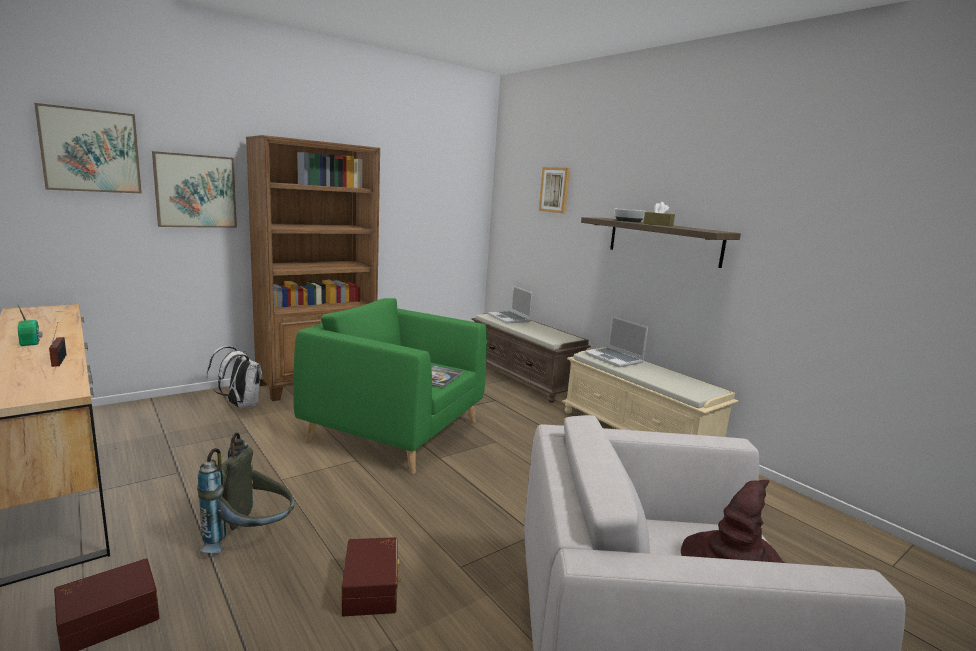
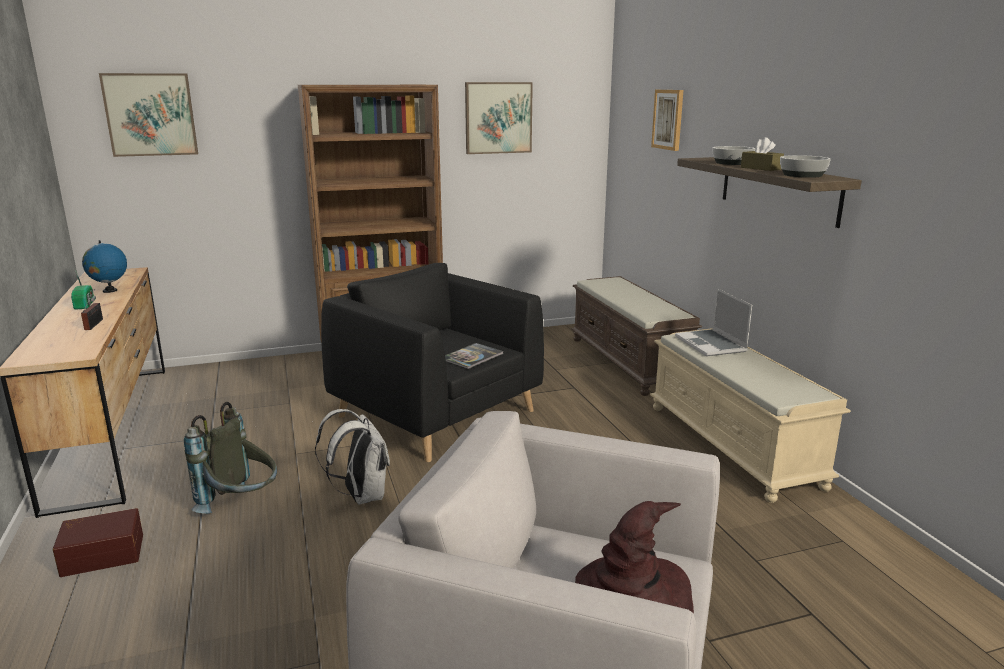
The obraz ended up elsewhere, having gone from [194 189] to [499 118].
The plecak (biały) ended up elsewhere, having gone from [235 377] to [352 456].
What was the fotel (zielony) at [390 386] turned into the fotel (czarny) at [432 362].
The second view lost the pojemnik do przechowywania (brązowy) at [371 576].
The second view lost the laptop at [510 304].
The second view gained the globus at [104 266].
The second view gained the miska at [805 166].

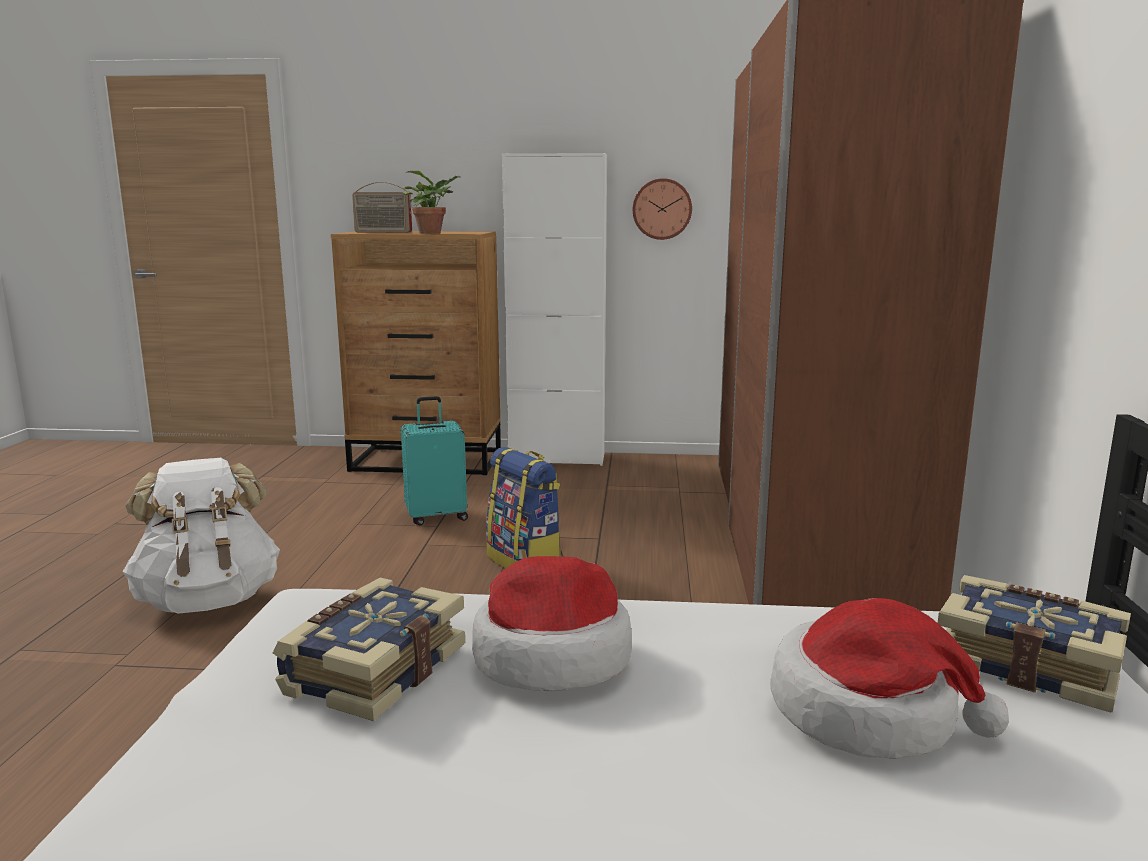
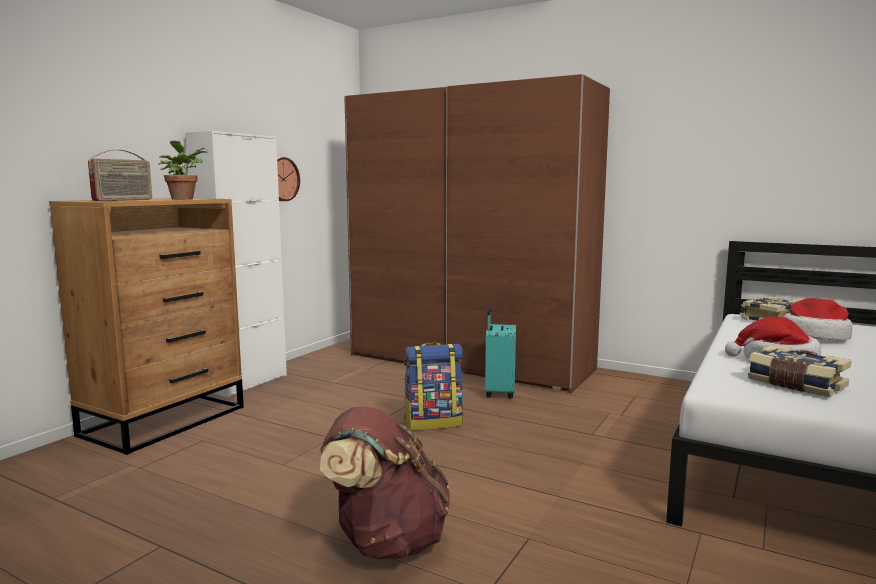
What was the plecak (biały) at [201 536] turned into the plecak (brązowy) at [385 482].
The walizka (turkusowy) ended up elsewhere, having gone from [434 460] to [500 353].

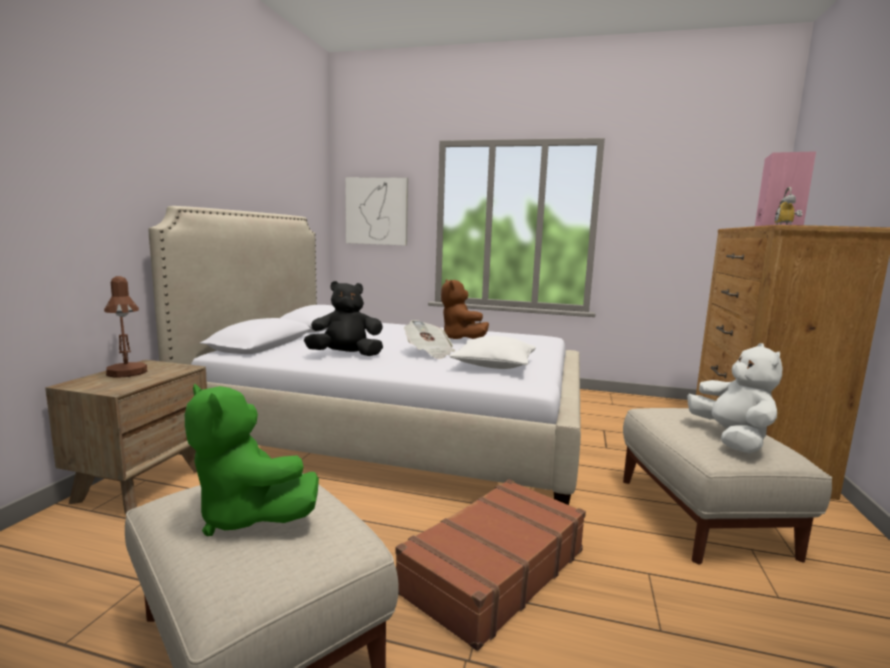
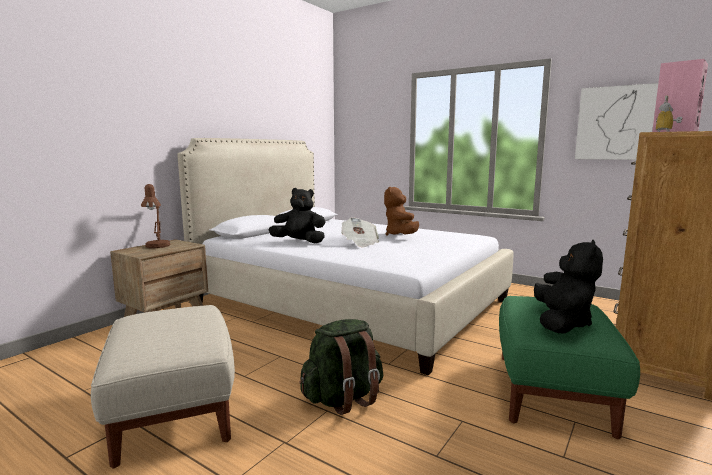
The second view lost the pluszak (zielony) at [252 460].
The obraz ended up elsewhere, having gone from [376 211] to [616 121].
Where the walizka (brązowy) stood at [491 565], the plecak (zielony) came to stand at [341 367].
The second view lost the poduszka (biały) at [492 352].
What was the pufa (beżowy) at [727 486] turned into the pufa (zielony) at [569 367].
What was the pluszak (biały) at [734 398] turned into the pluszak (czarny) at [568 286].

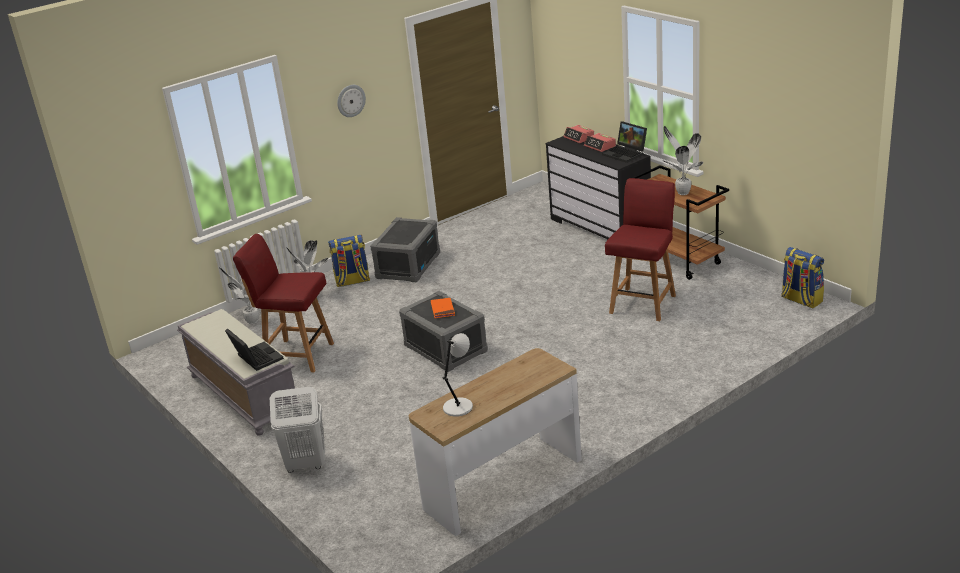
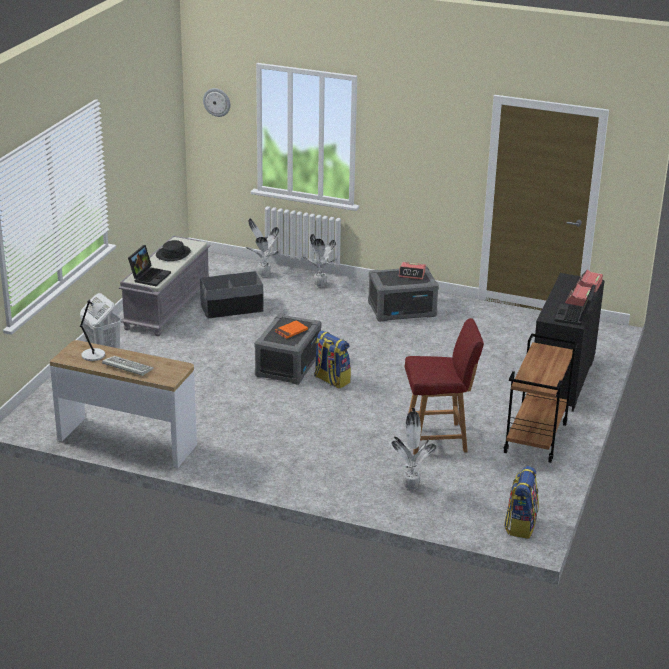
Where the krzesło (czerwony) stood at [283 303], the pojemnik do przechowywania (szary) came to stand at [232 295].
The plecak ended up elsewhere, having gone from [349 261] to [332 359].
The zegar ścienny ended up elsewhere, having gone from [351 101] to [216 102].
The roślina doniczkowa ended up elsewhere, having gone from [682 160] to [414 451].
The second view gained the klawiatura at [128 366].
The second view gained the kapelusz (czarny) at [173 250].
The second view gained the budzik at [412 271].

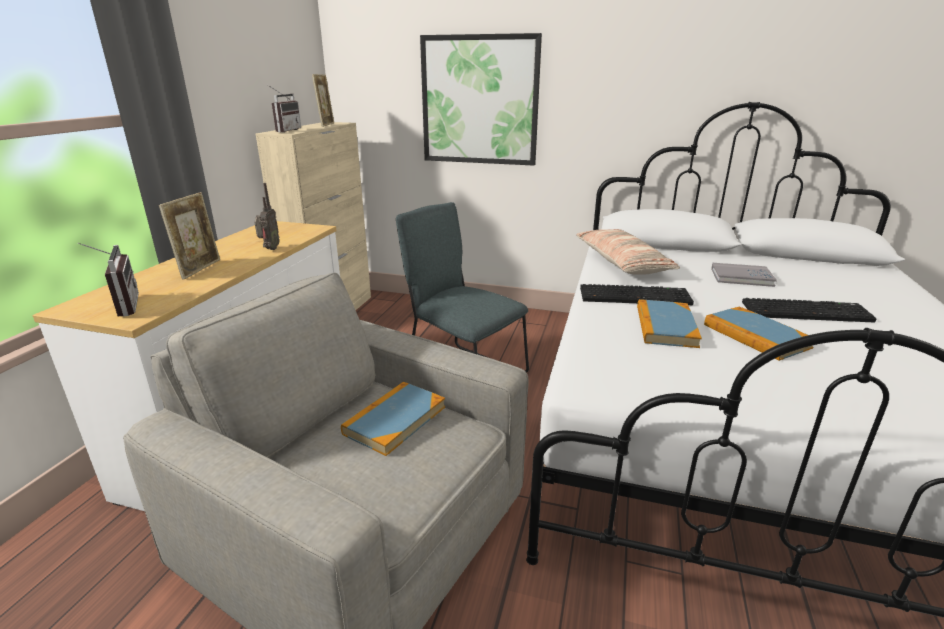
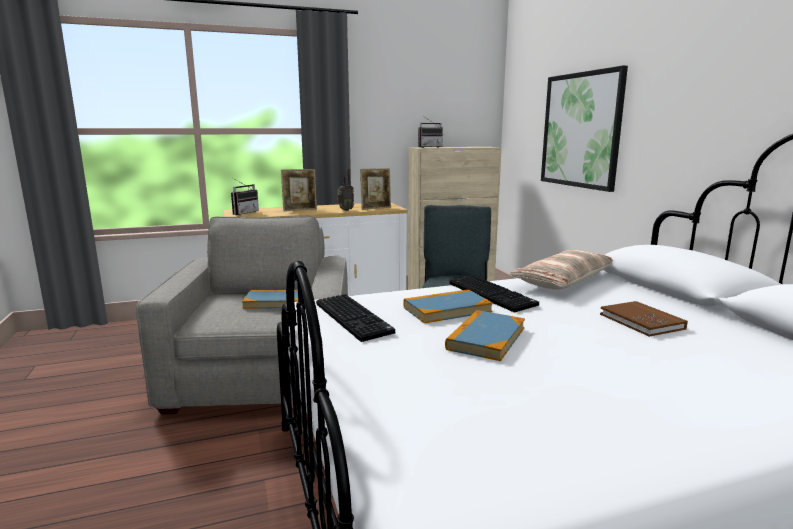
The ramka na zdjęcie ended up elsewhere, having gone from [323 100] to [375 189].
What was the książka (szary) at [744 275] turned into the książka (brązowy) at [644 319].
The klawiatura ended up elsewhere, having gone from [809 310] to [355 318].

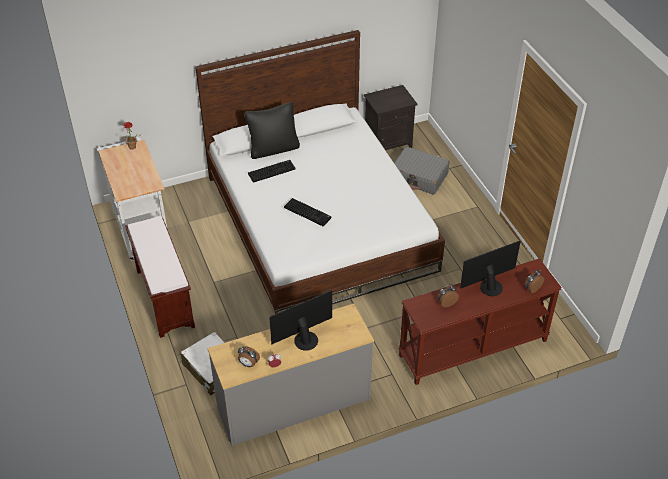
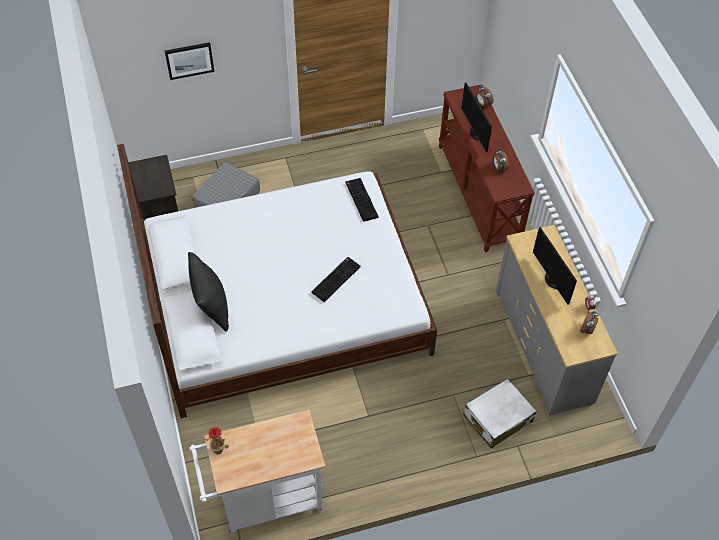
The second view lost the ławka (brązowy) at [160 277].
The klawiatura ended up elsewhere, having gone from [272 171] to [362 200].
The second view gained the obraz at [189 61].

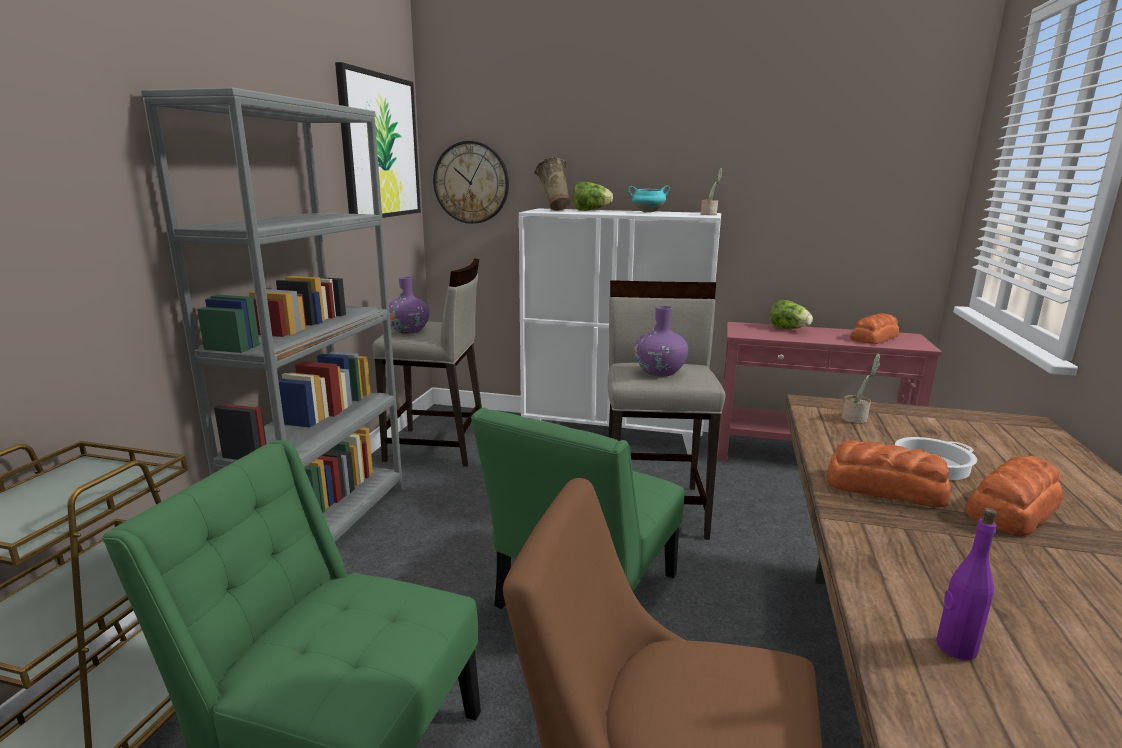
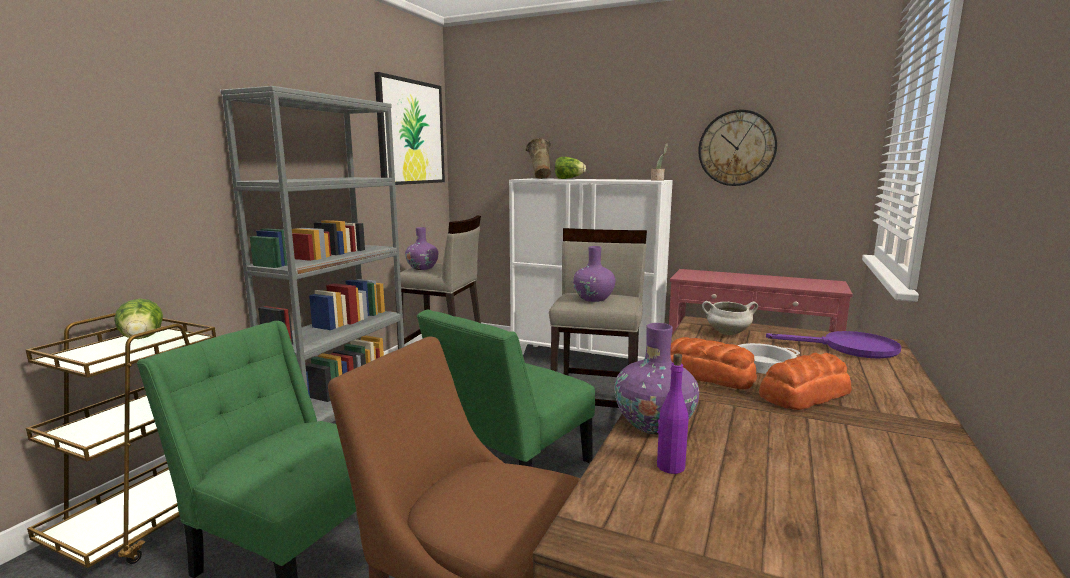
The zegar ścienny ended up elsewhere, having gone from [471 182] to [737 148].
The second view lost the garnek (turkusowy) at [649 198].
The sałata ended up elsewhere, having gone from [791 314] to [138 319].
Where the roślina doniczkowa stood at [860 388], the garnek (biały) came to stand at [730 318].
The second view lost the chleb at [874 328].
The second view gained the wazon (fioletowy) at [656 379].
The second view gained the patelnia (fioletowy) at [833 344].

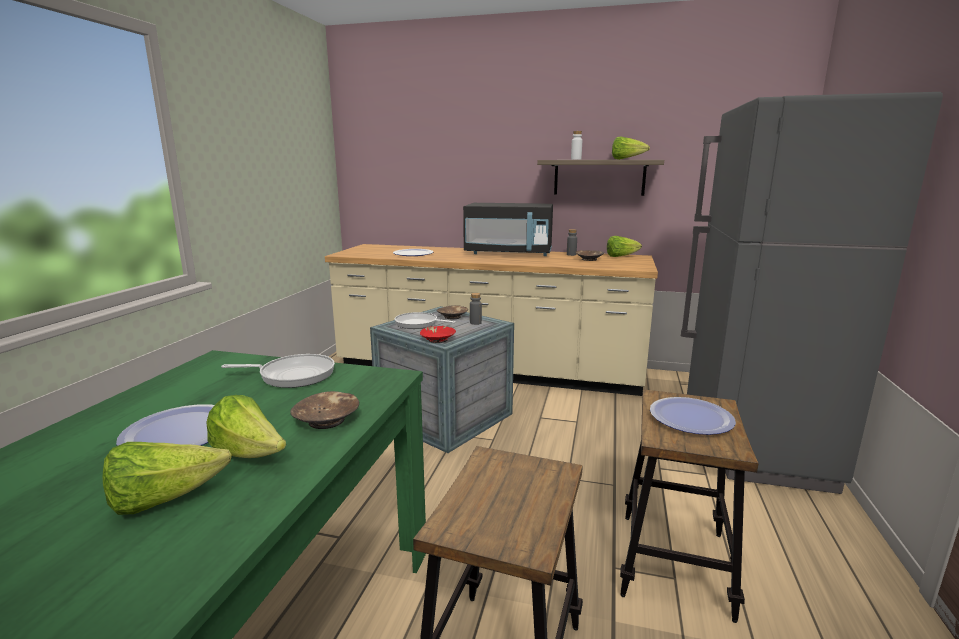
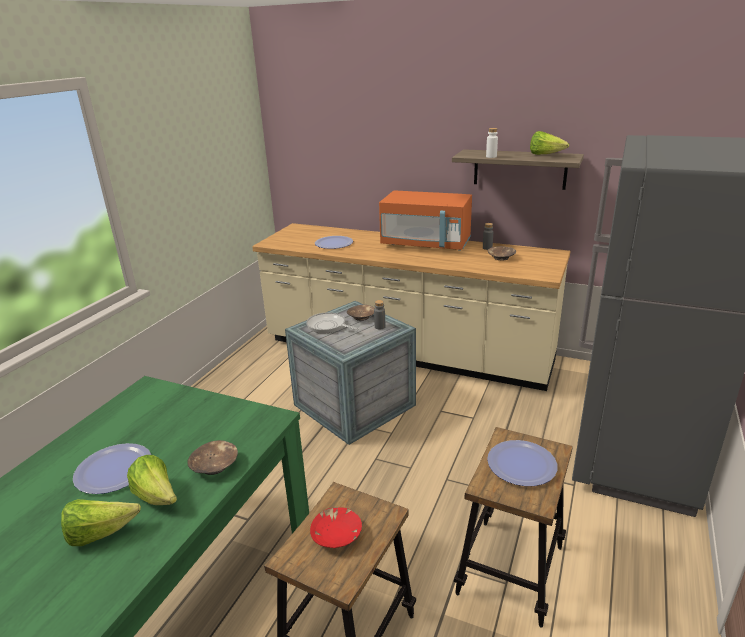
The second view lost the patelnia at [278 371].
The miska (czerwony) ended up elsewhere, having gone from [438 334] to [336 527].
What was the mikrofalówka (czarny) at [508 229] turned into the mikrofalówka (pomarańczowy) at [425 220].
The second view lost the sałata at [624 246].

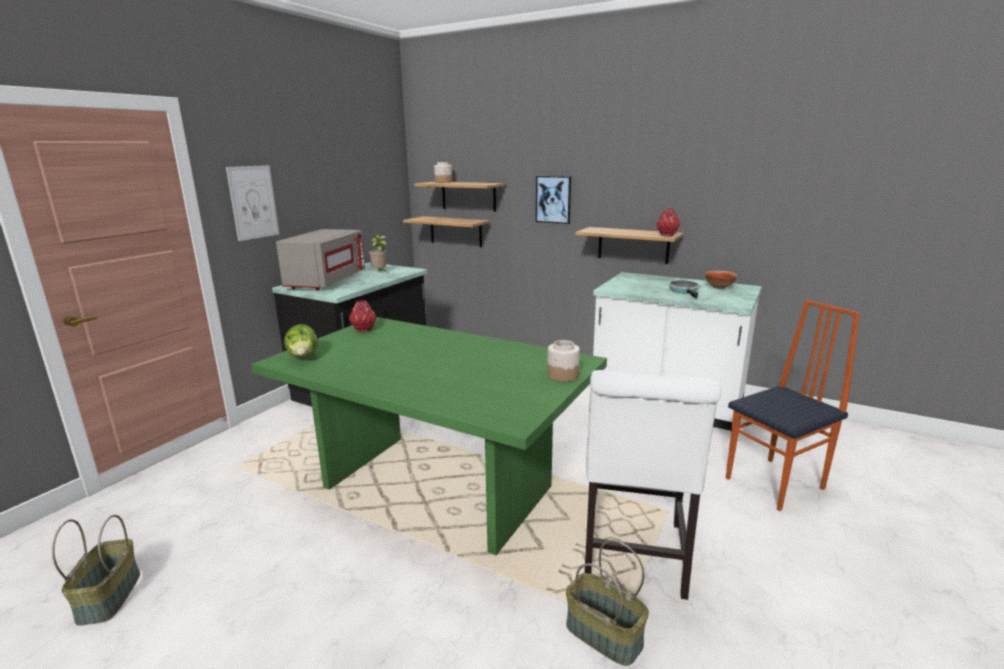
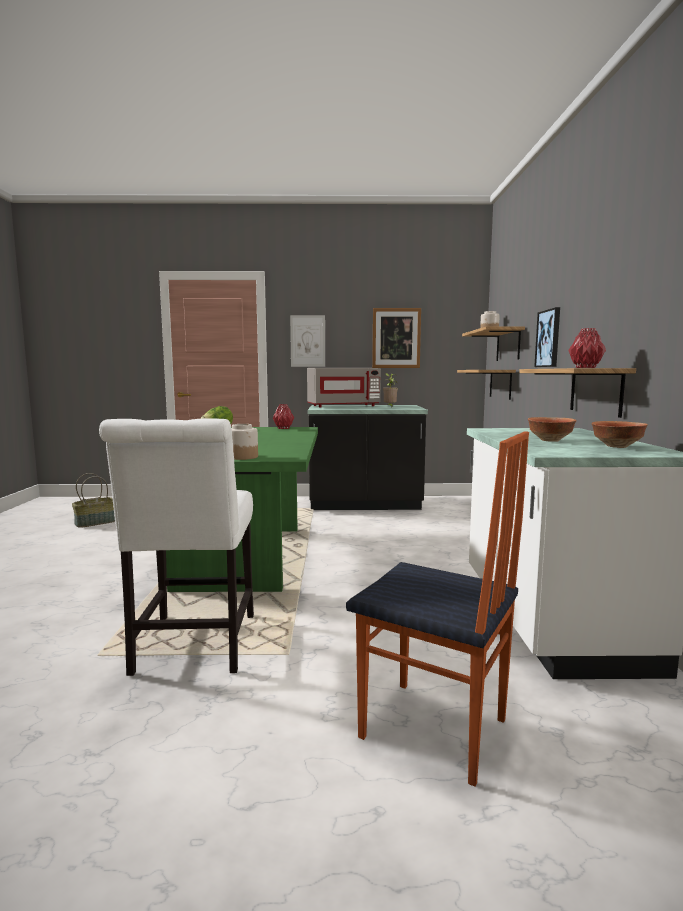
The second view lost the koszyk at [607 603].
The krzesło (biały) at [653 485] ended up facing another way, 75 degrees counterclockwise from before.
Where the patelnia stood at [684 289], the miska came to stand at [552 429].
The second view gained the obraz at [396 338].

